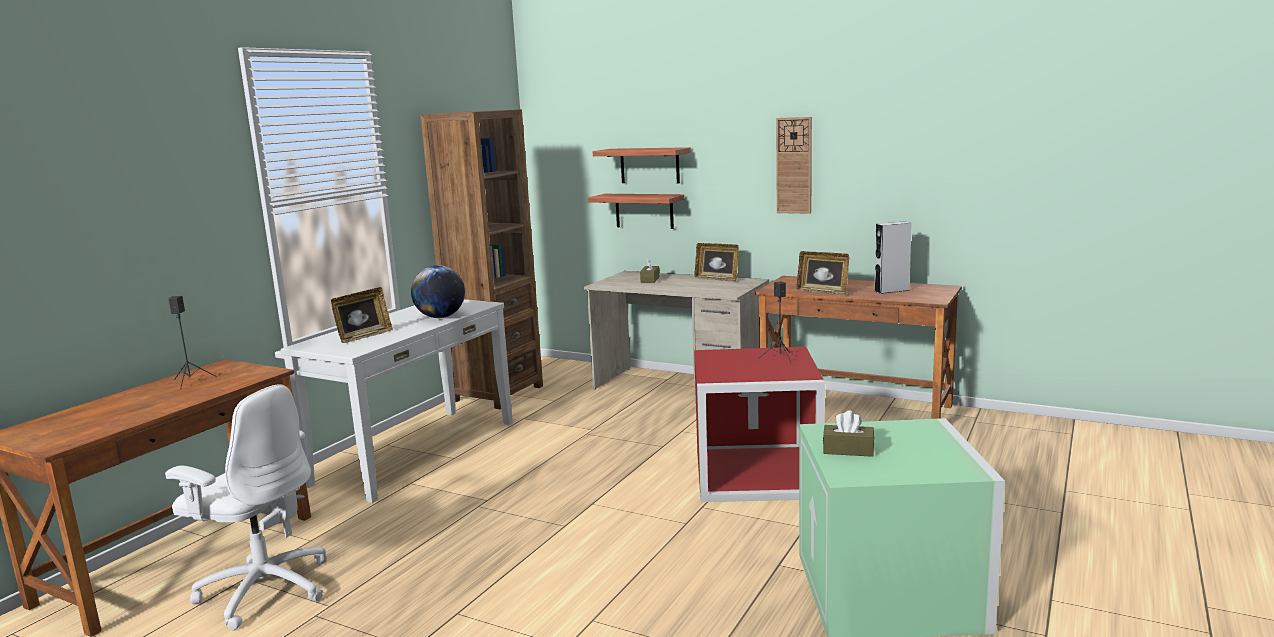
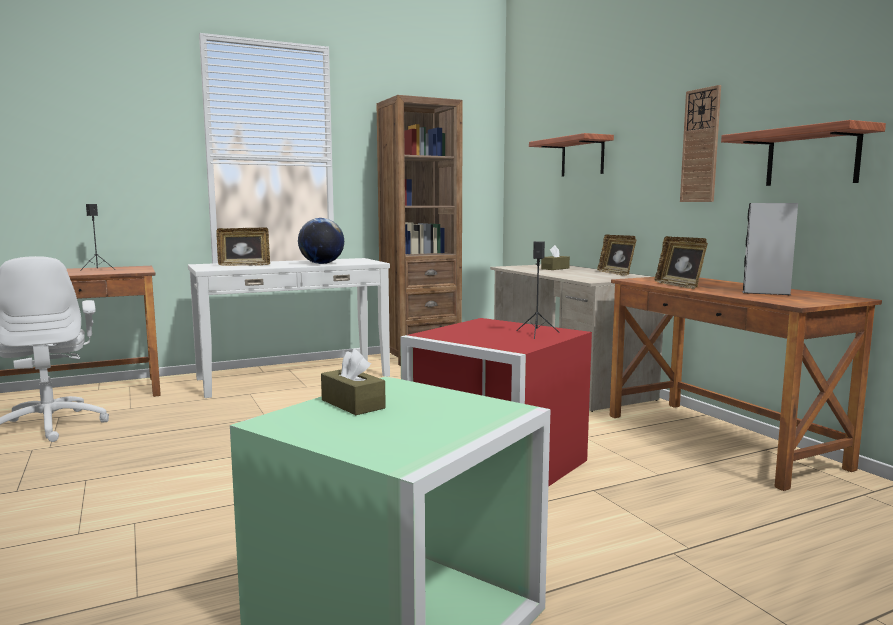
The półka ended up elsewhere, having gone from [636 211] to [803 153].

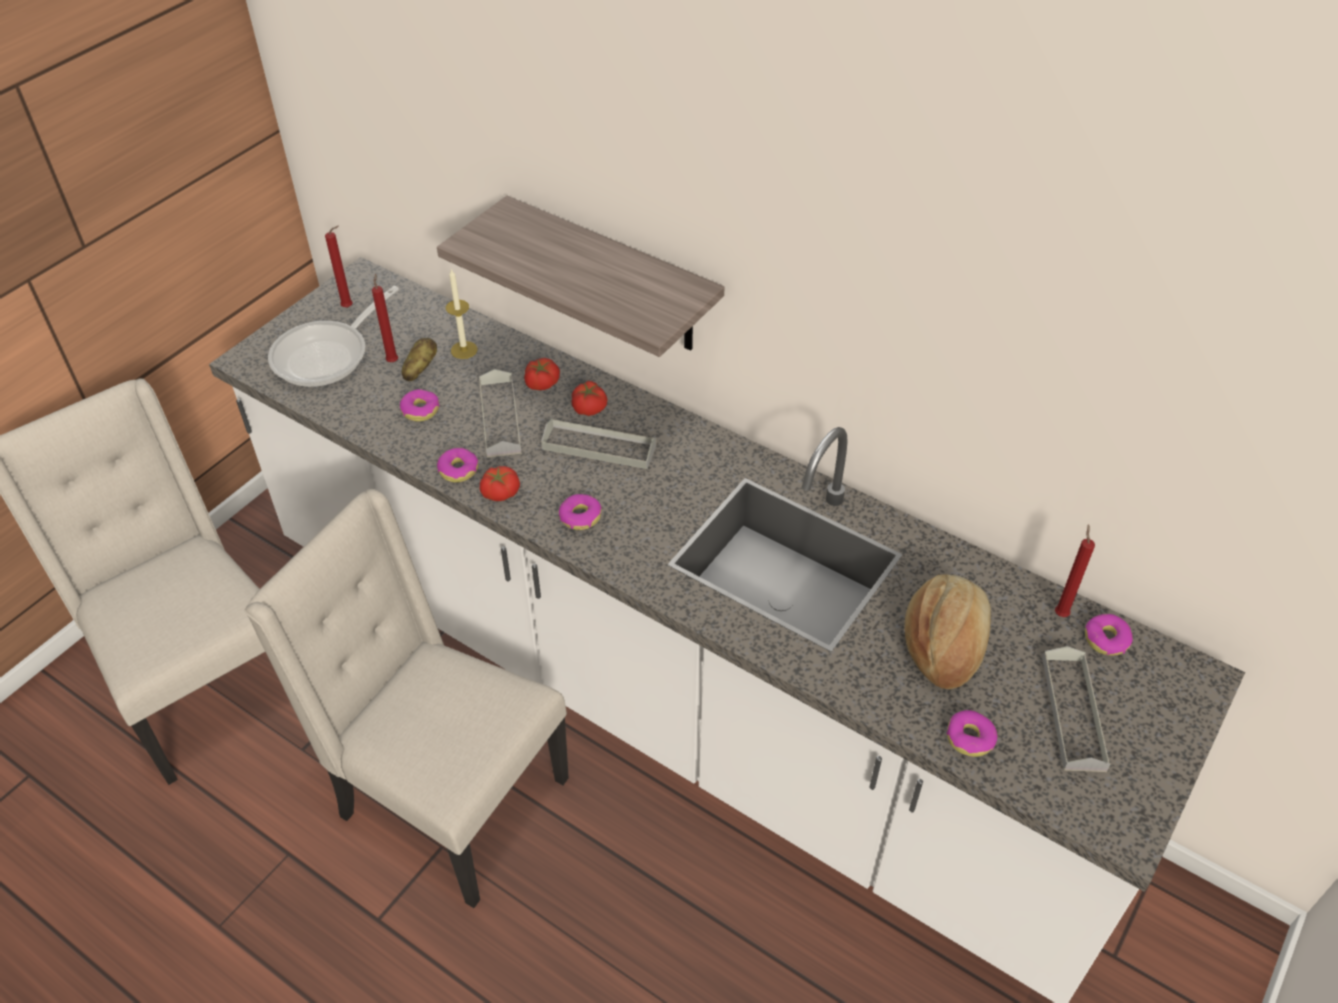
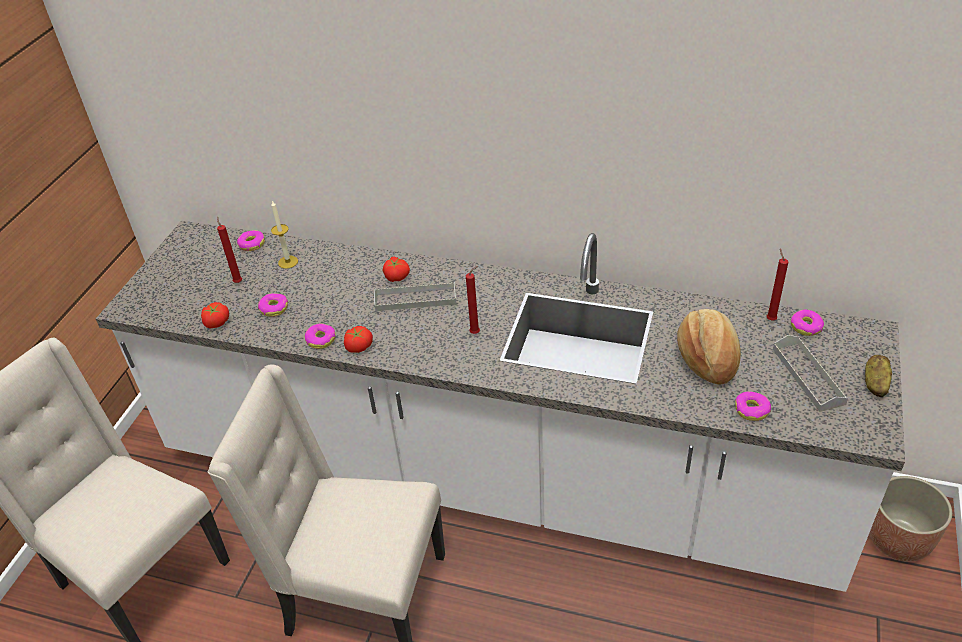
The second view lost the patelnia at [333 336].
The świeca (czerwony) ended up elsewhere, having gone from [339 267] to [473 300].
The ziemniak ended up elsewhere, having gone from [419 359] to [878 376].
The second view lost the półka at [580 276].
The second view lost the taca (szary) at [500 413].
The pomidor ended up elsewhere, having gone from [542 374] to [215 315].
The donut ended up elsewhere, having gone from [580 512] to [251 240].
The second view gained the donica at [910 519].

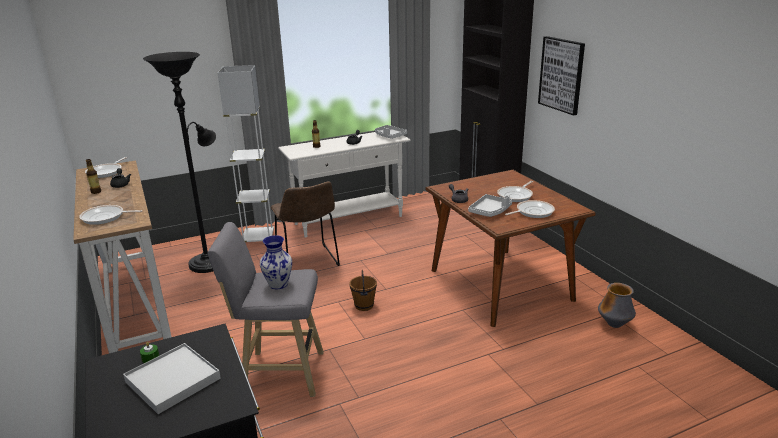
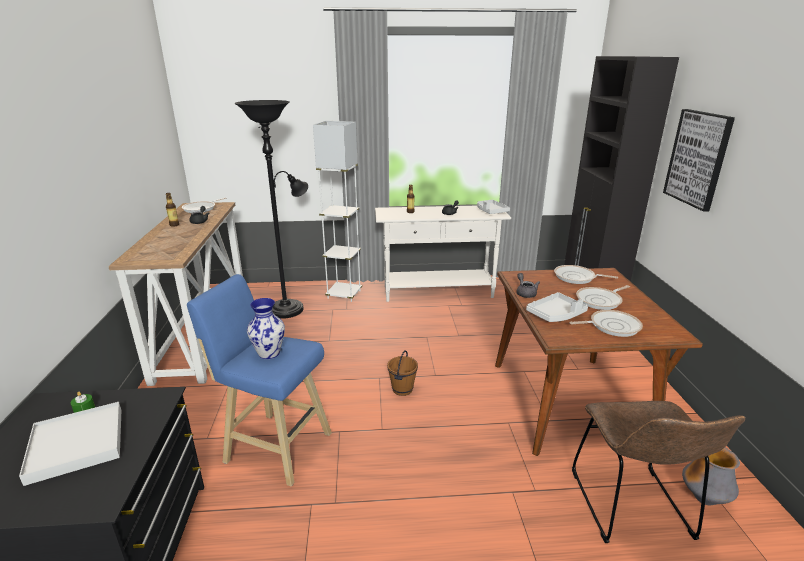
The patelnia ended up elsewhere, having gone from [110 215] to [586 274].
What was the stołek (szary) at [266 309] turned into the stołek (niebieski) at [259 380].
The krzesło (brązowy) ended up elsewhere, having gone from [305 224] to [658 472].

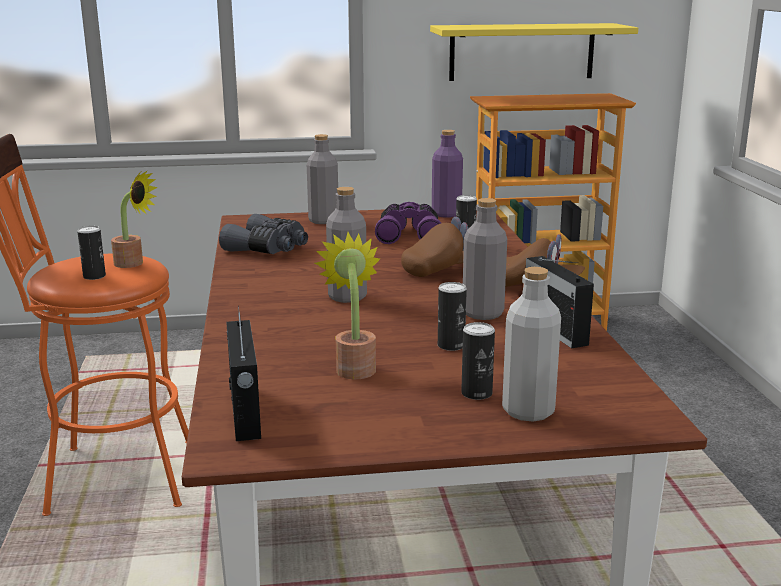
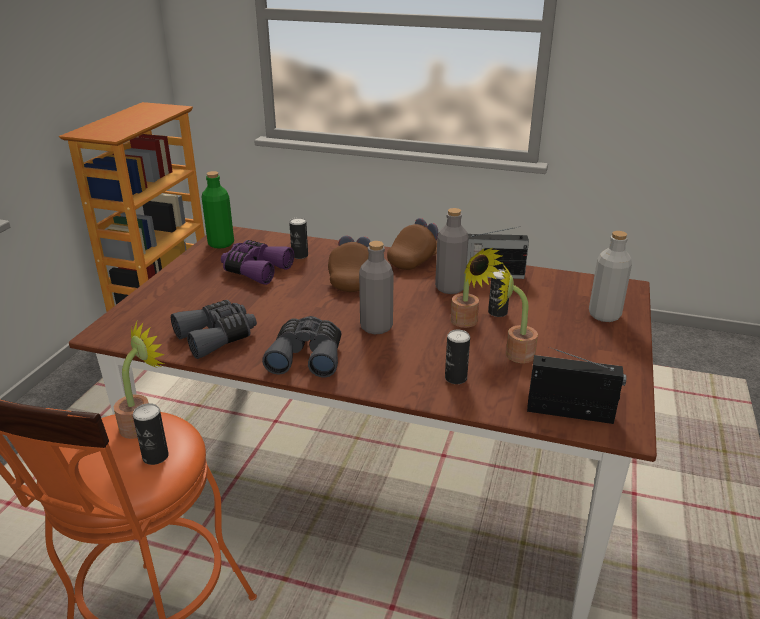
The second view lost the butelka (szary) at [322 179].
The second view lost the półka (żółty) at [534 52].
What was the butelka (fioletowy) at [447 174] turned into the butelka (zielony) at [217 210].
The puszka ended up elsewhere, having gone from [478 361] to [457 357].
The second view gained the lornetka (szary) at [301 346].
The second view gained the roślina doniczkowa at [476 288].

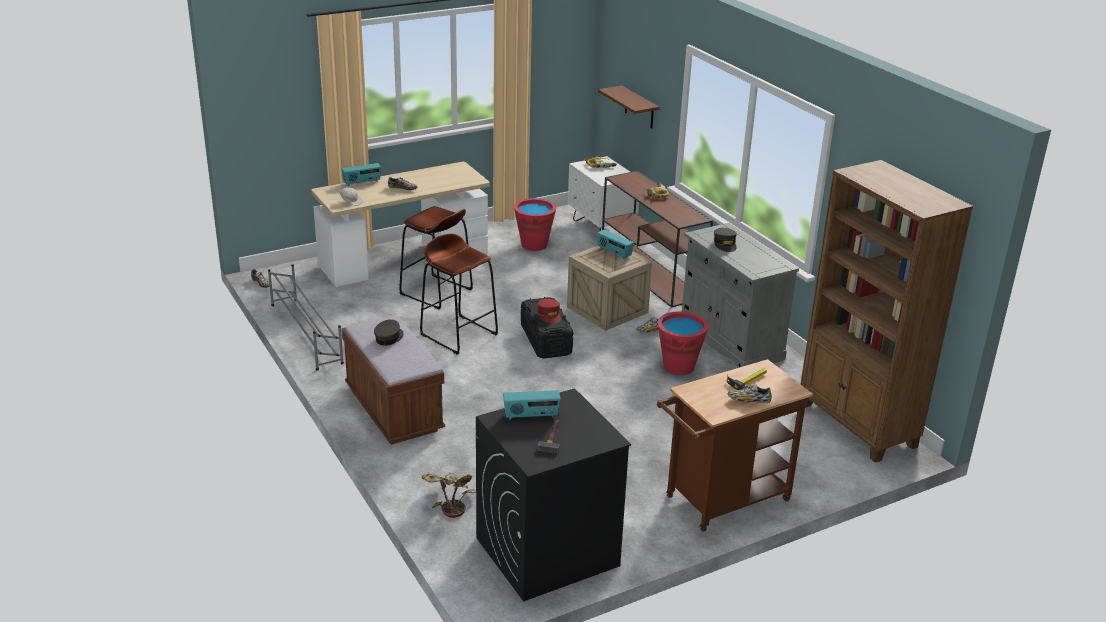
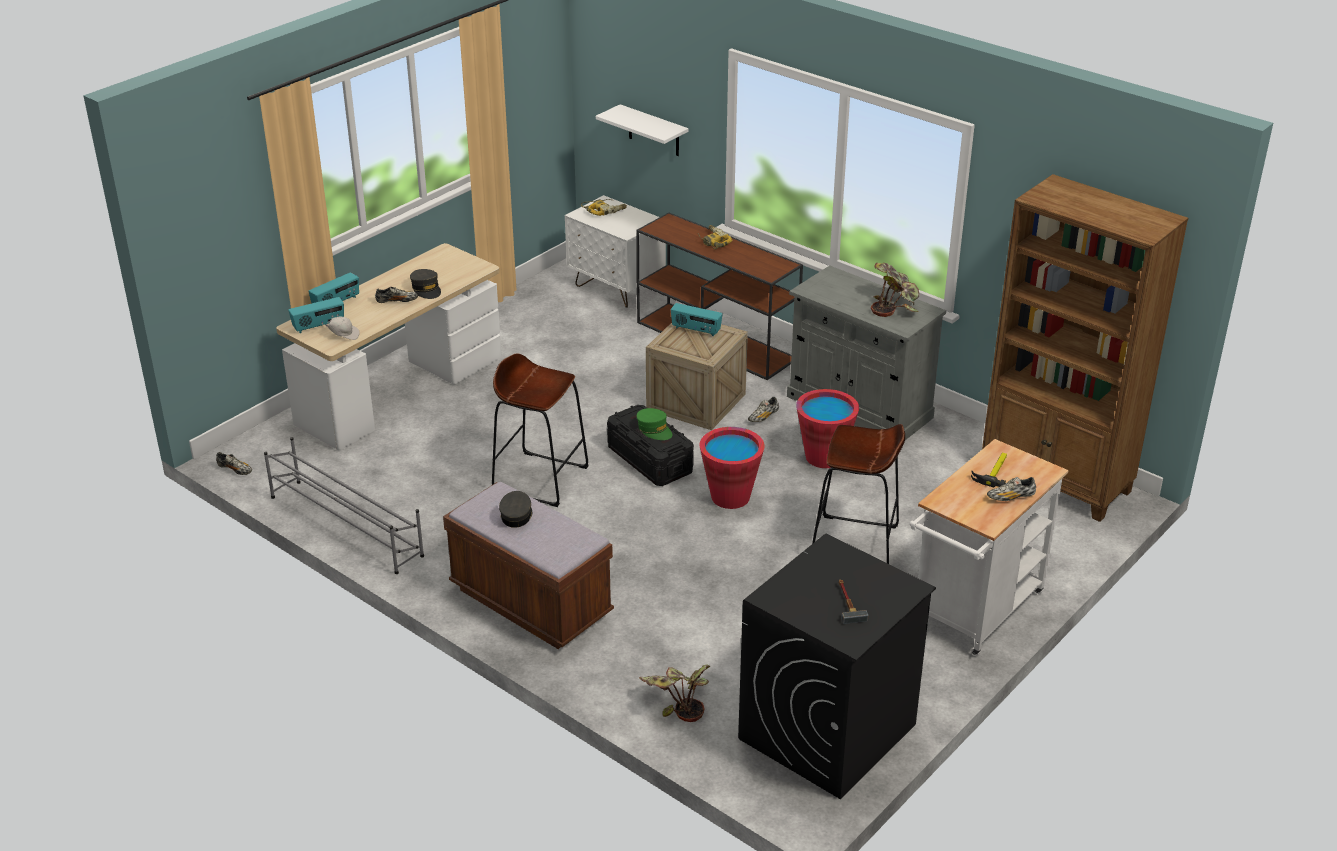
The stołek (brązowy) ended up elsewhere, having gone from [436 257] to [858 494].
The radio ended up elsewhere, having gone from [532 405] to [316 315].
The wiadro (czerwony) ended up elsewhere, having gone from [535 224] to [732 468].
What was the czapka z daszkiem (czerwony) at [549 310] turned into the czapka z daszkiem (zielony) at [654 424].
What was the półka (brązowy) at [628 107] turned into the półka (biały) at [642 130].
What was the wózek (brązowy) at [735 445] turned into the wózek (biały) at [989 548].
The czapka z daszkiem (szary) ended up elsewhere, having gone from [725 240] to [425 284].
The second view gained the roślina doniczkowa at [895 290].

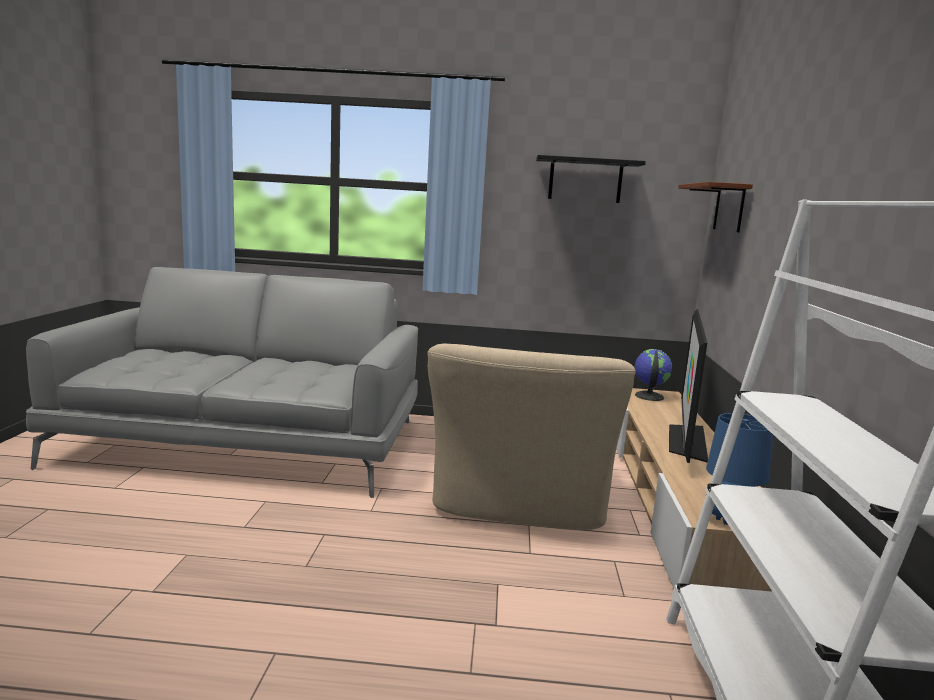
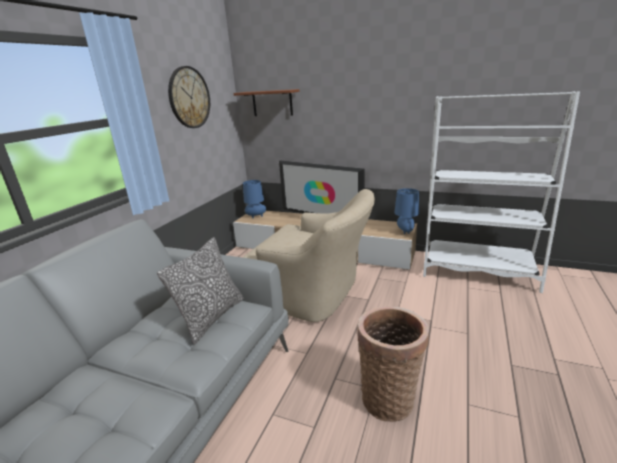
Where the półka (czarny) hung at [591 179], the zegar ścienny came to hang at [189 97].
Where the globus stood at [653 375], the lampa stołowa (niebieski) came to stand at [254 199].
The second view gained the poduszka at [200 290].
The second view gained the koszyk at [393 364].

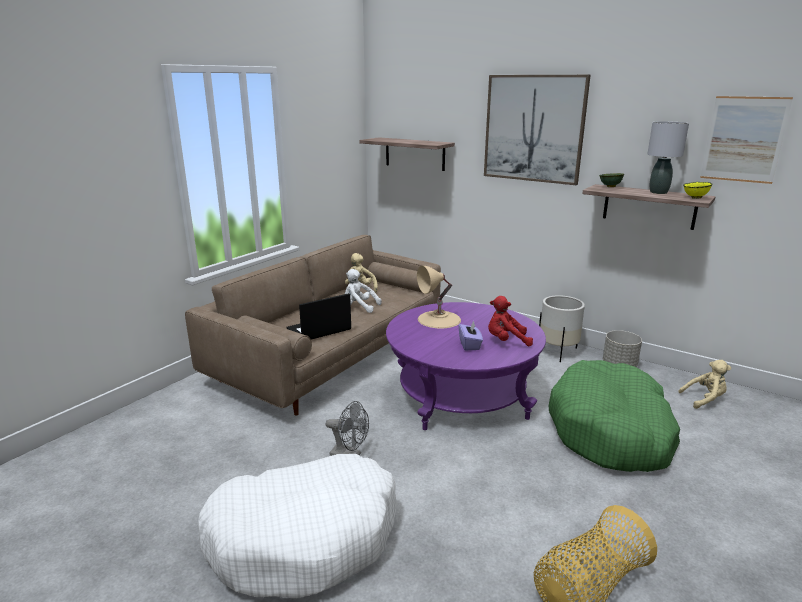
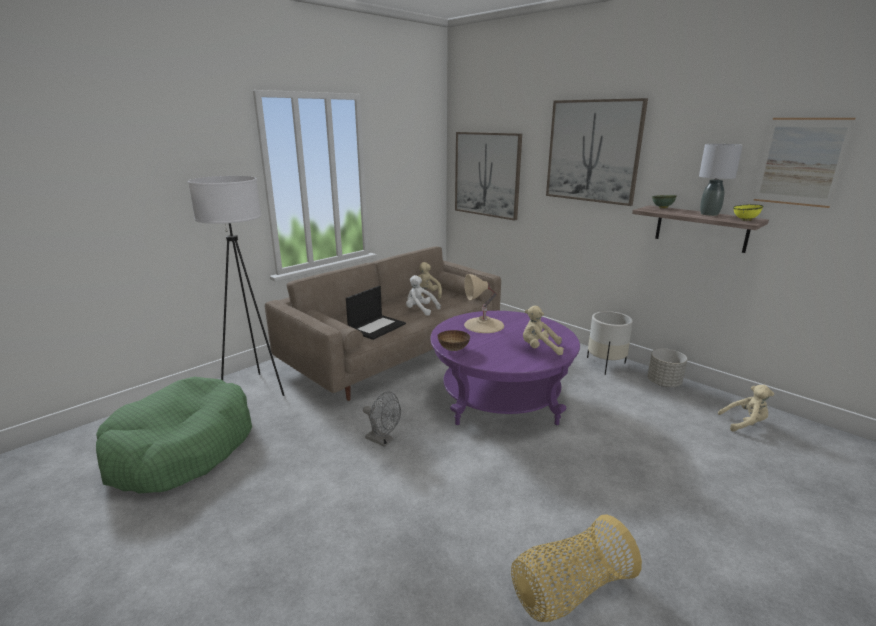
The second view lost the legowisko (biały) at [297 526].
The laptop at [318 316] ended up facing another way, 150 degrees clockwise from before.
Where the półka hung at [407 154], the obraz came to hang at [488 176].
The second view lost the pudełko chusteczek (fioletowy) at [471 335].
What was the pluszak (czerwony) at [510 321] turned into the pluszak (beżowy) at [543 330].
The legowisko (zielony) ended up elsewhere, having gone from [614 416] to [174 435].
The second view gained the lampa stojąca (biały) at [236 286].
The second view gained the miska at [453 340].

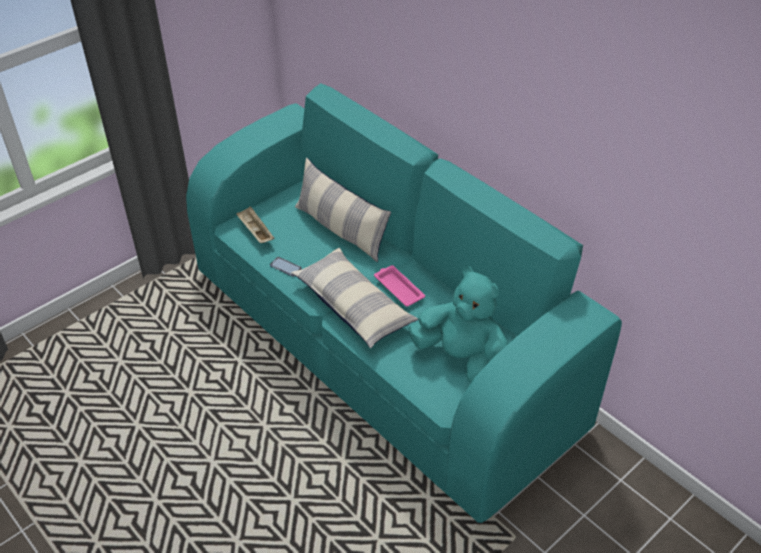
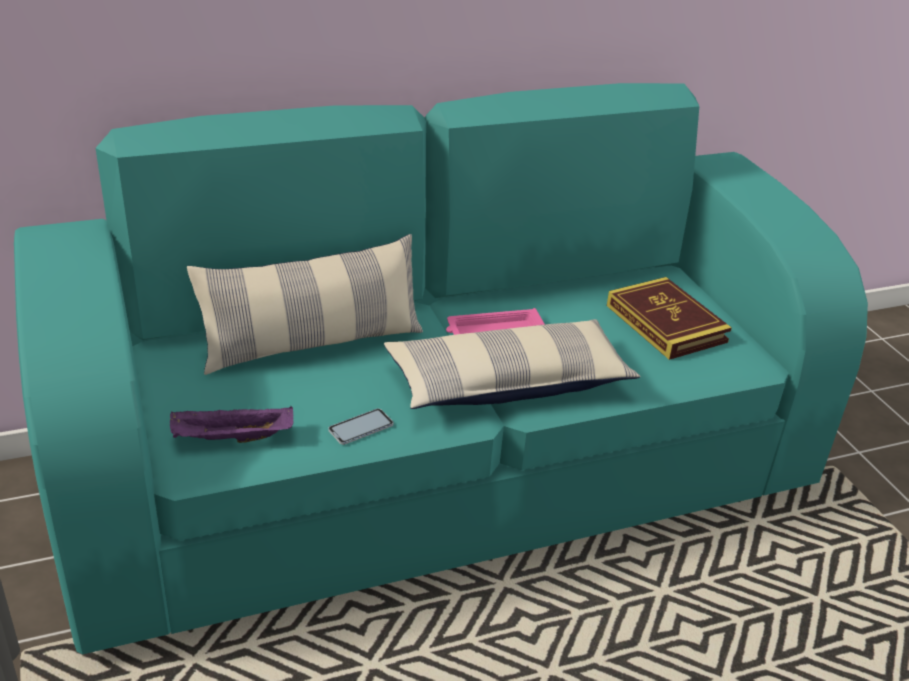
What was the taca (beżowy) at [255 224] turned into the taca (fioletowy) at [231 424].
Where the pluszak (turkusowy) stood at [458 324], the książka came to stand at [669 318].

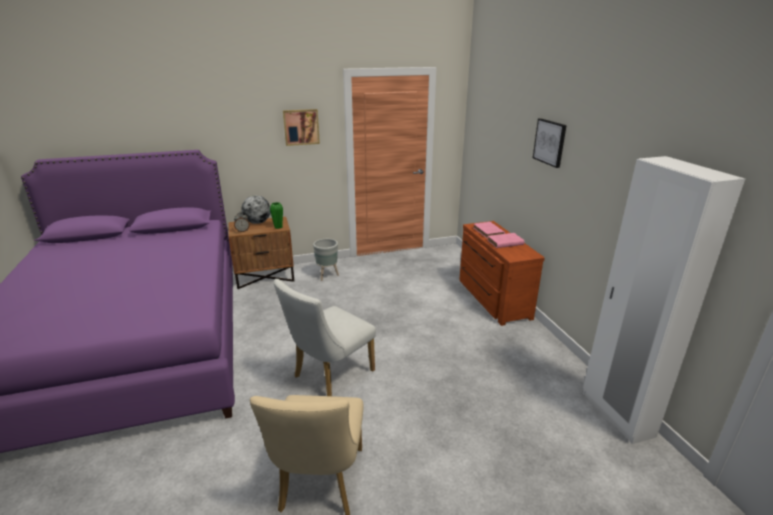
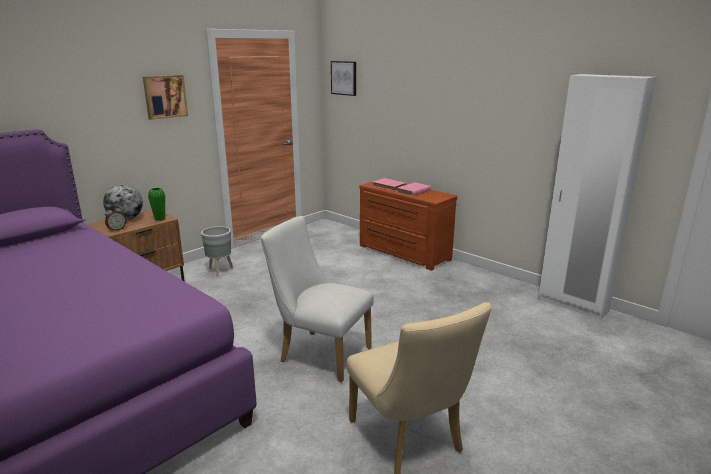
The krzesło (biały) at [324 337] ended up facing another way, 105 degrees clockwise from before.
The obraz ended up elsewhere, having gone from [550 143] to [343 78].

